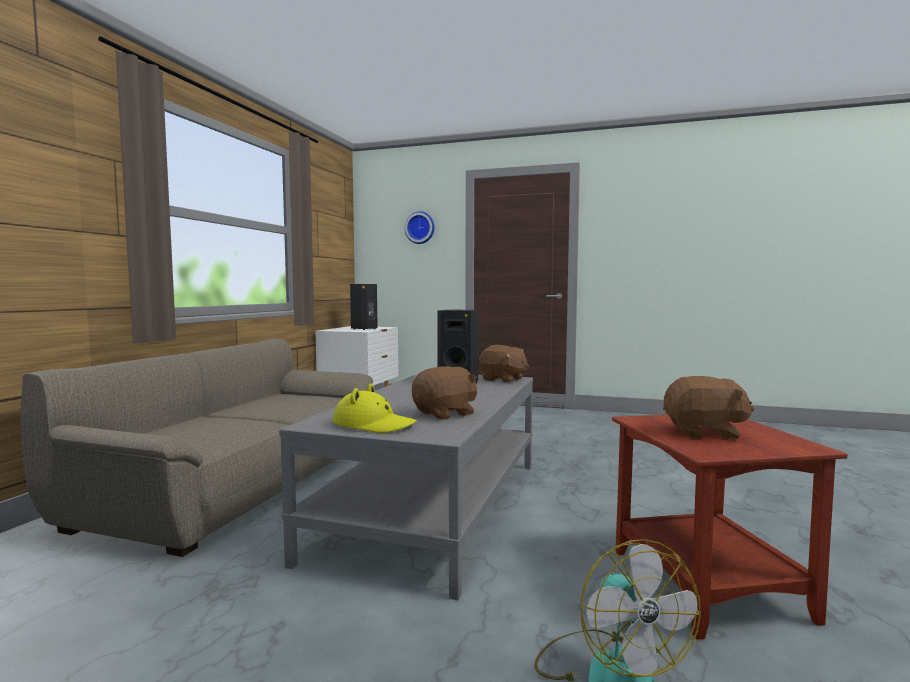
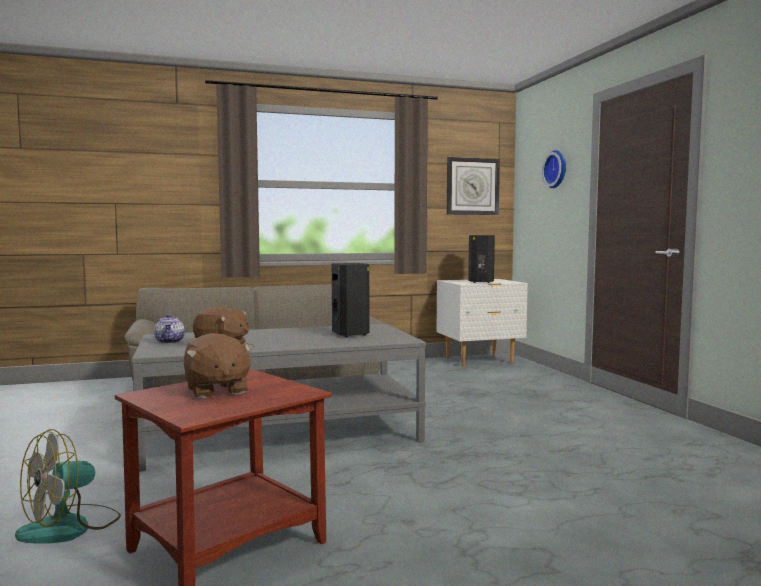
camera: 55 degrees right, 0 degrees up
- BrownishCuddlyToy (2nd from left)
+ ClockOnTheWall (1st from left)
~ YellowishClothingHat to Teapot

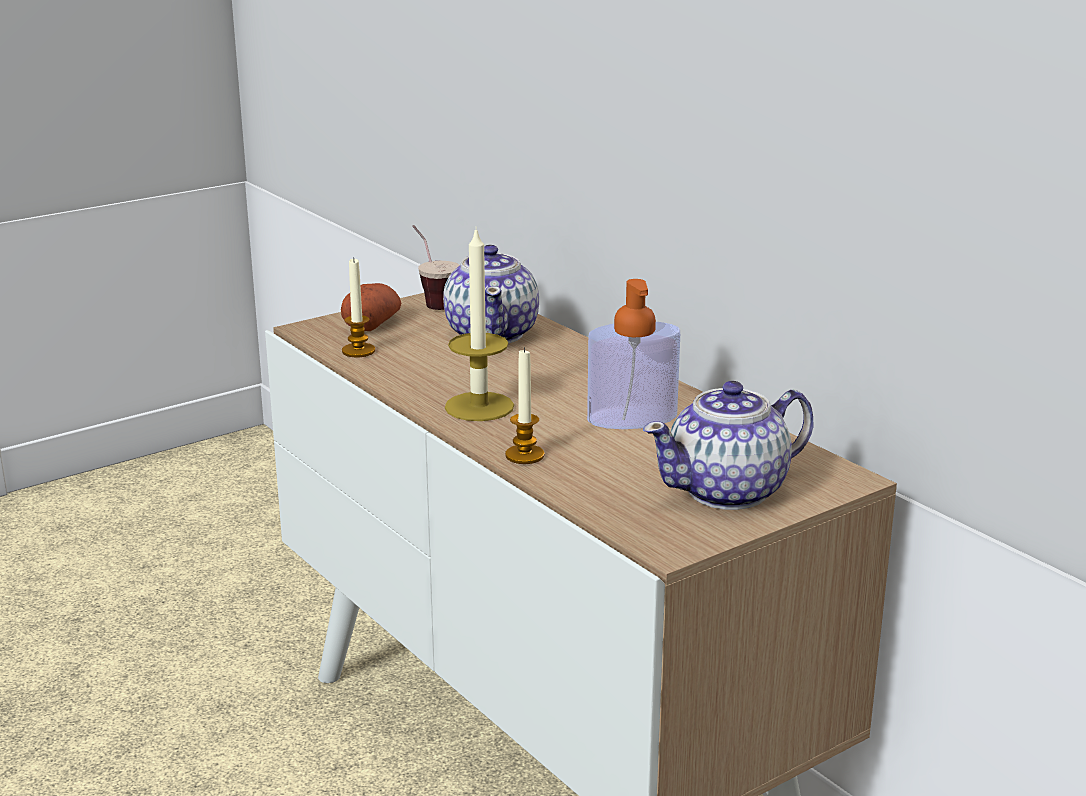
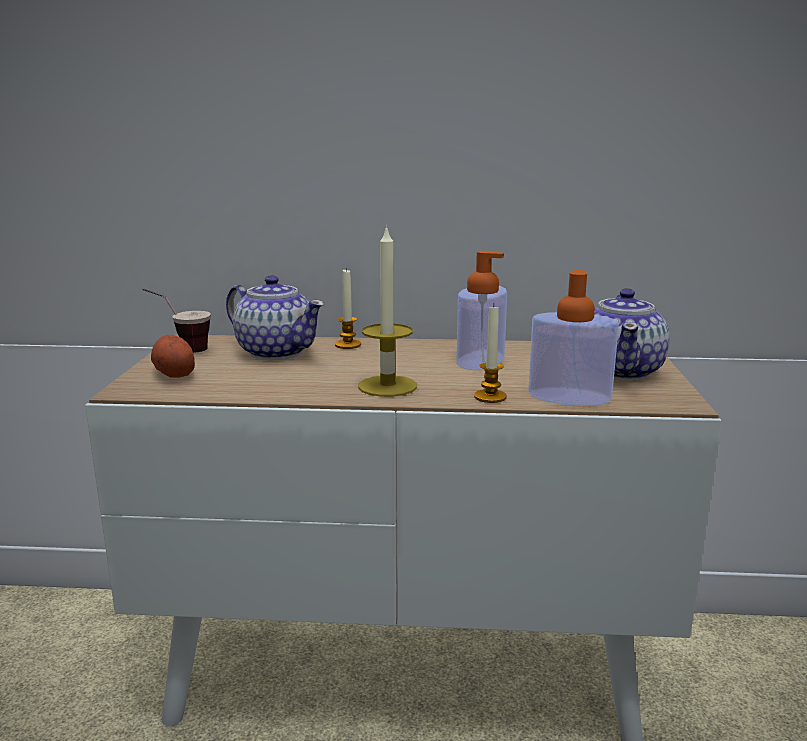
camera: 50 degrees left, 5 degrees down
+ SoapBottle (2nd from left)
~ WaxLight (1st from left)

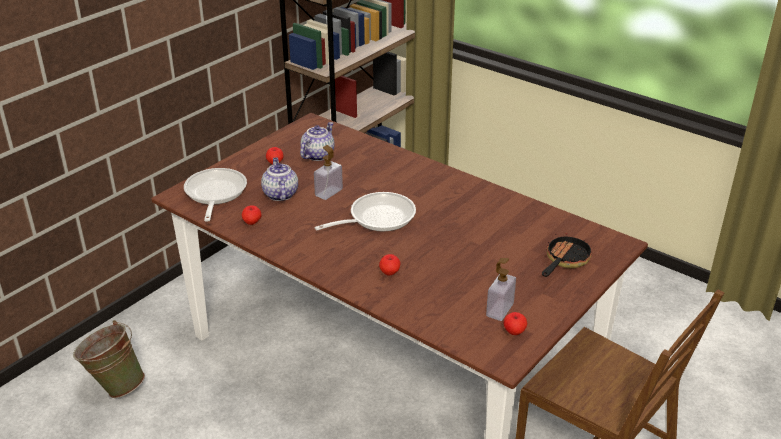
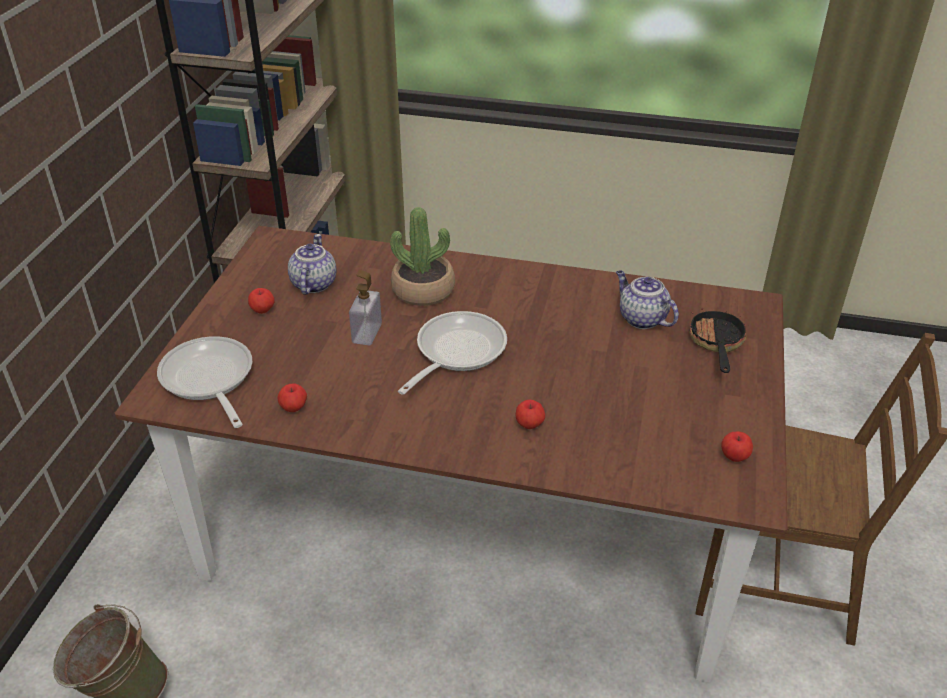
camera: 25 degrees left, 5 degrees up
- SoapBottle (2nd from left)
+ PlantInAPot
~ Teapot (1st from left in the first image) to Teapot (2nd from left)

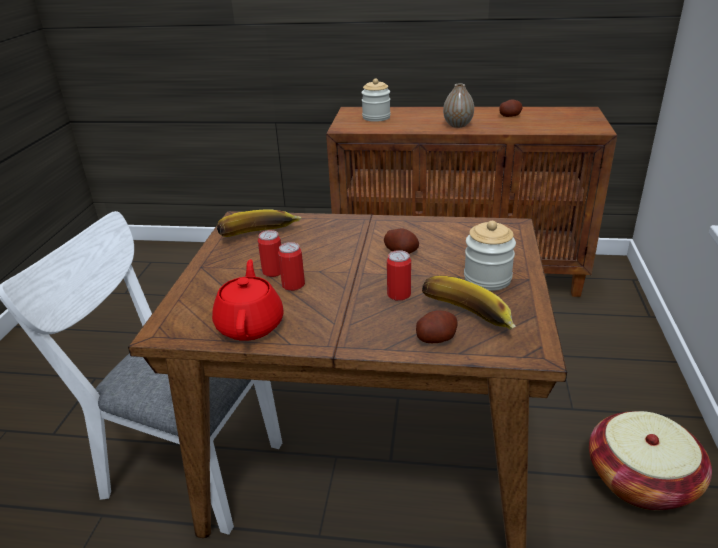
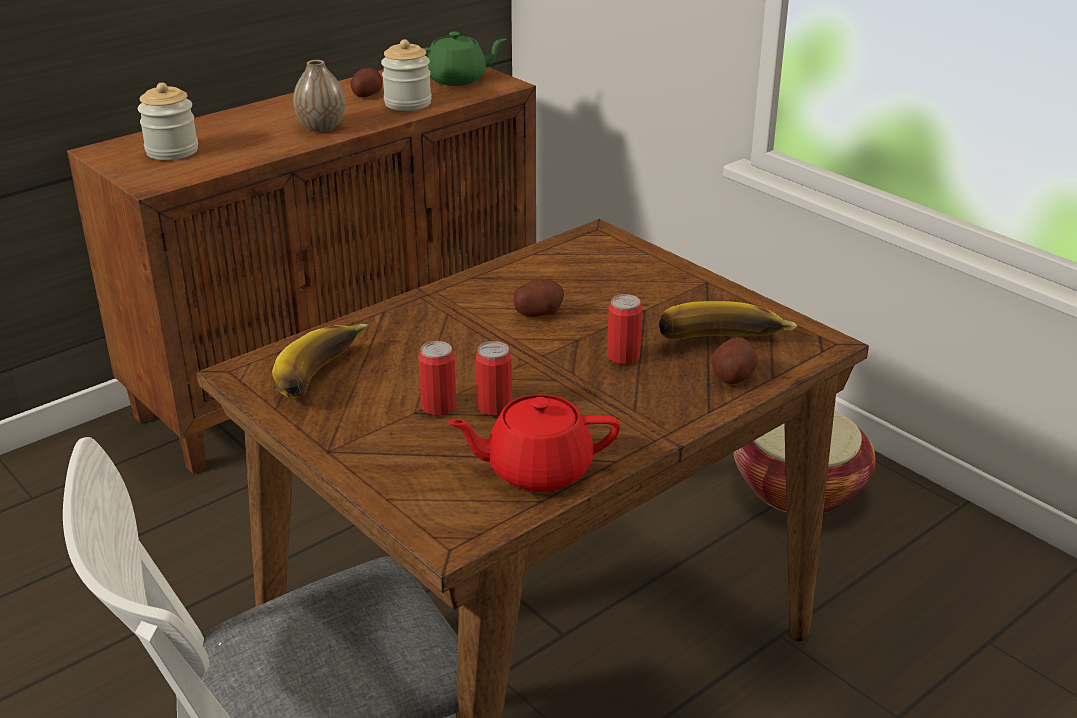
camera: 50 degrees left, 0 degrees up
+ GreenishTeapot
~ StorageJar (2nd from left)
~ RedColouredTeapot 45 degrees counterclockwise

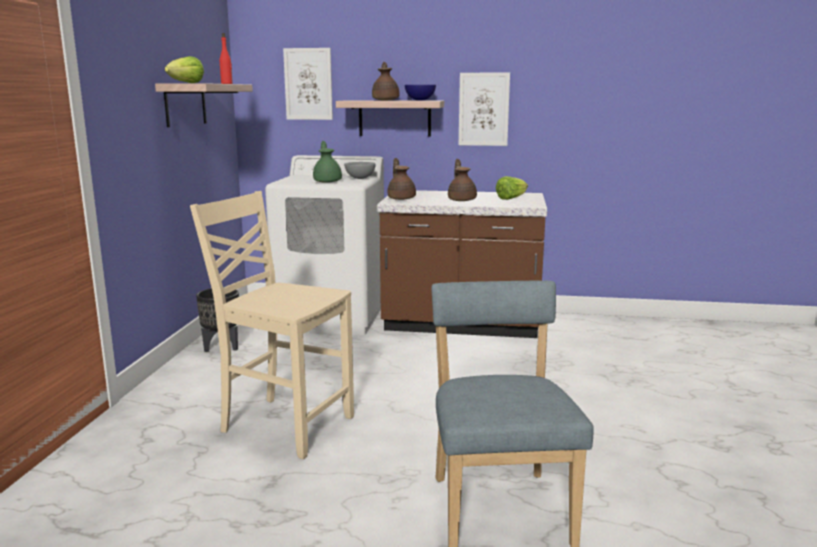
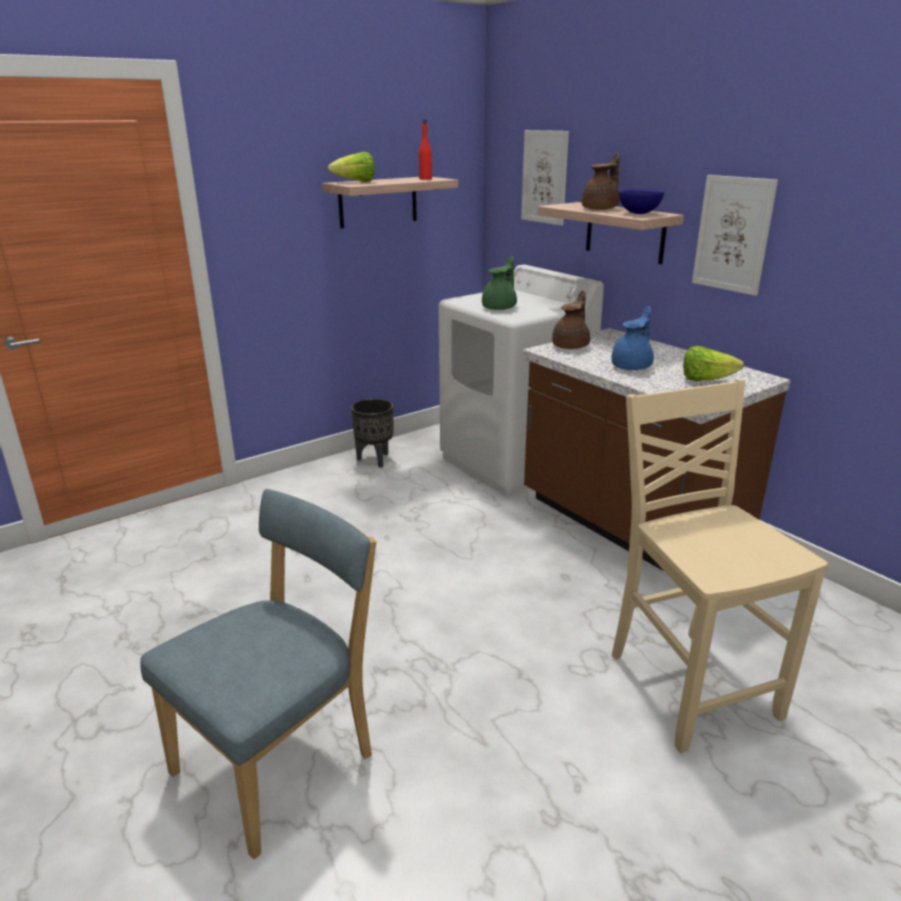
camera: 45 degrees right, 10 degrees up
- GrayDeepDish
~ BeigePlainChair
~ BrownishTeapot (3rd from left) to BlueColouredTeapot

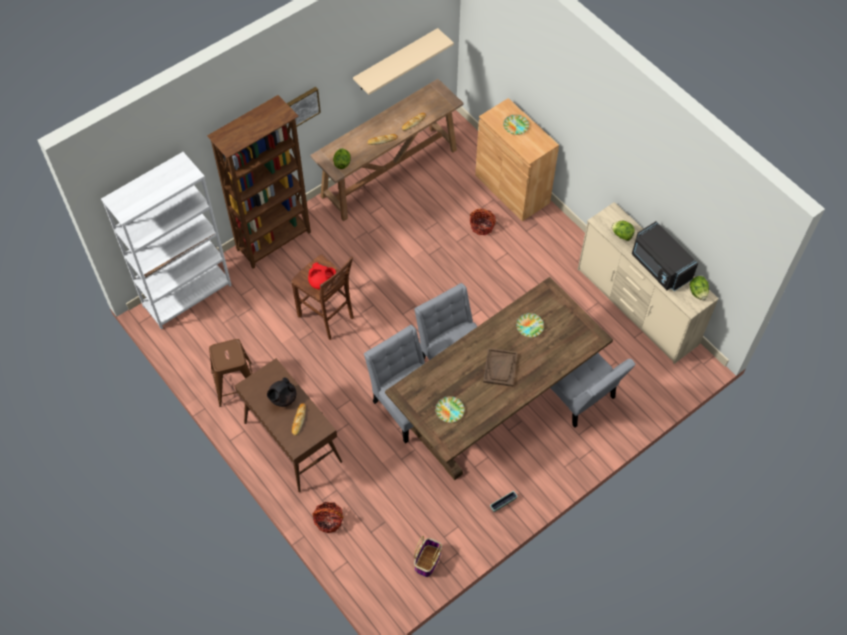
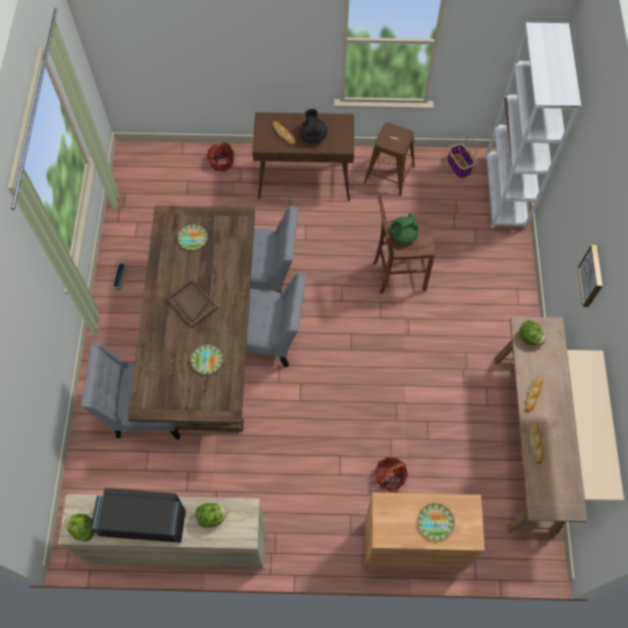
camera: 130 degrees right, 5 degrees up
- BrownishBookshelf
~ StorageBasket (2nd from left in the first image) to StorageBasket (3rd from left)
~ RedColouredTeapot to GreenishTeapot

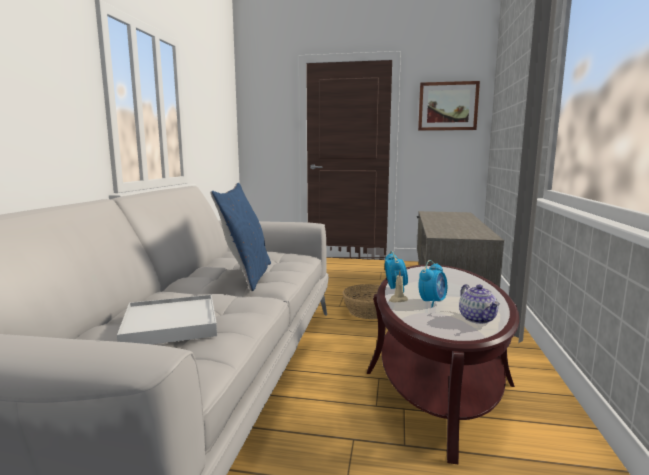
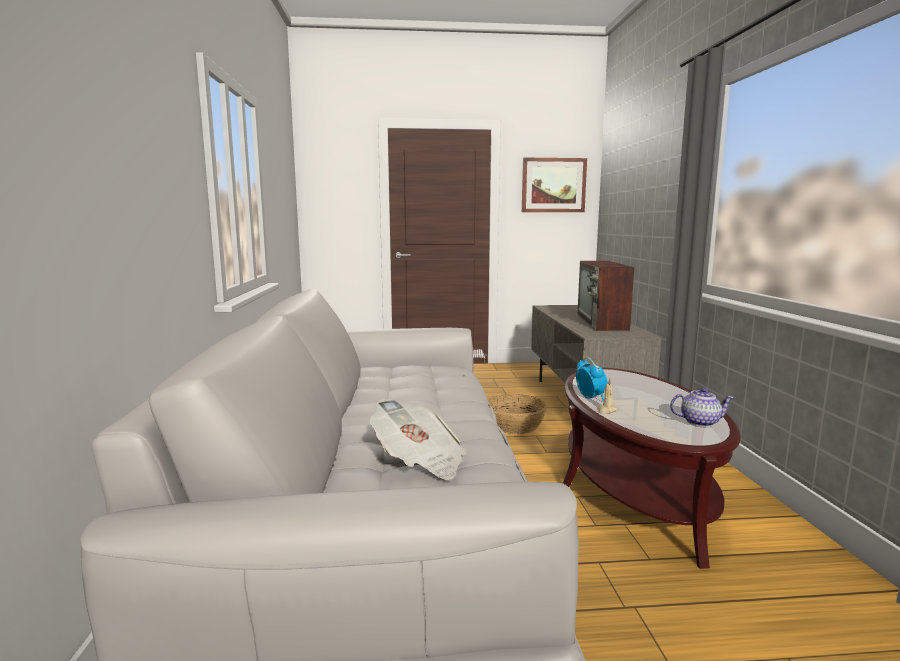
camera: 15 degrees left, 0 degrees up
- BlueColouredCushion
- BedsideClock (2nd from left)
+ Television
~ WhiteCarryingTray to Newspaper
~ Teapot 60 degrees counterclockwise

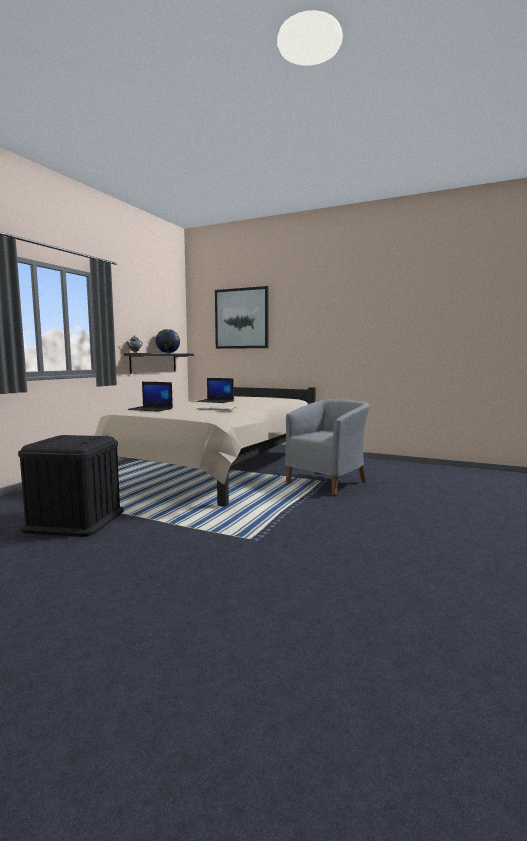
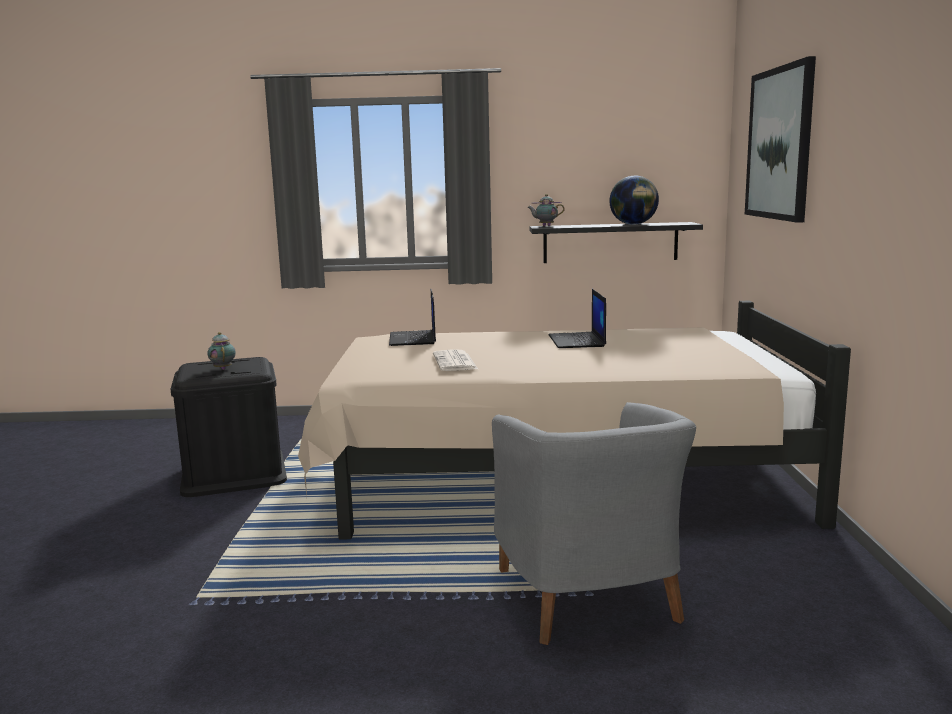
camera: 65 degrees right, 5 degrees up
+ Teapot (1st from left)
~ GrayArmchair 60 degrees clockwise

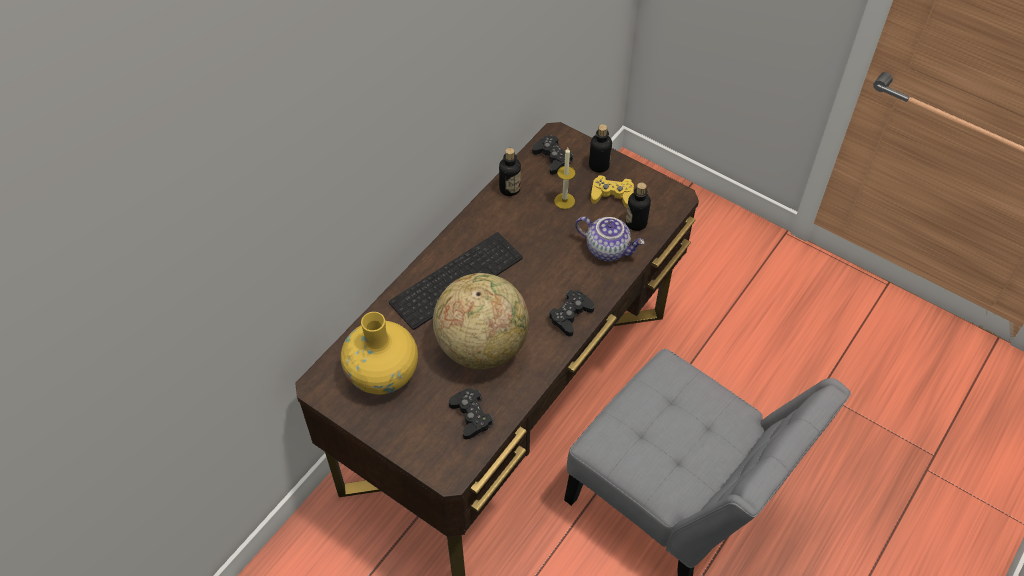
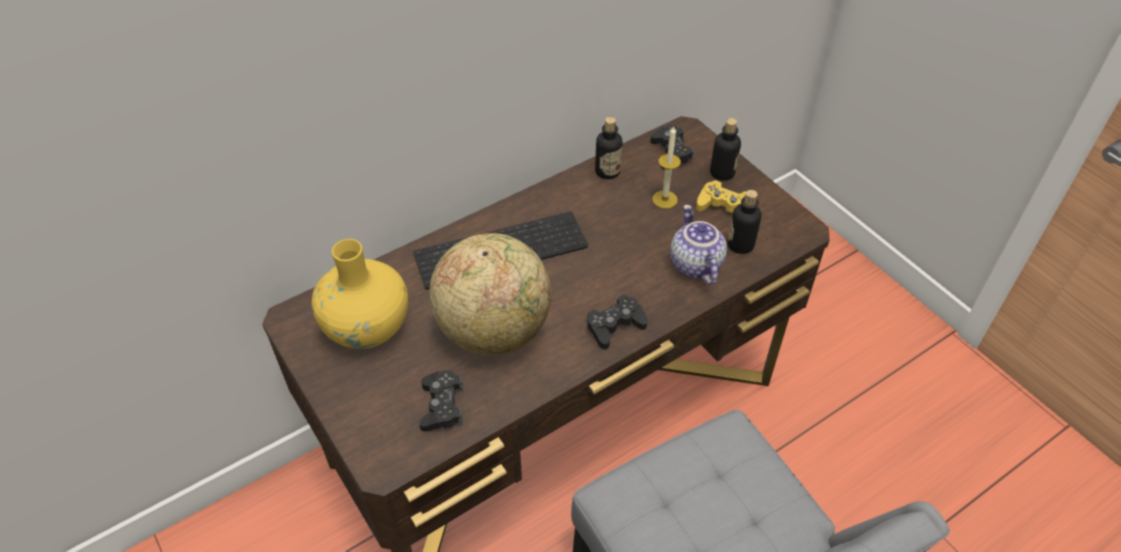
camera: 20 degrees right, 5 degrees down
~ Teapot 150 degrees counterclockwise

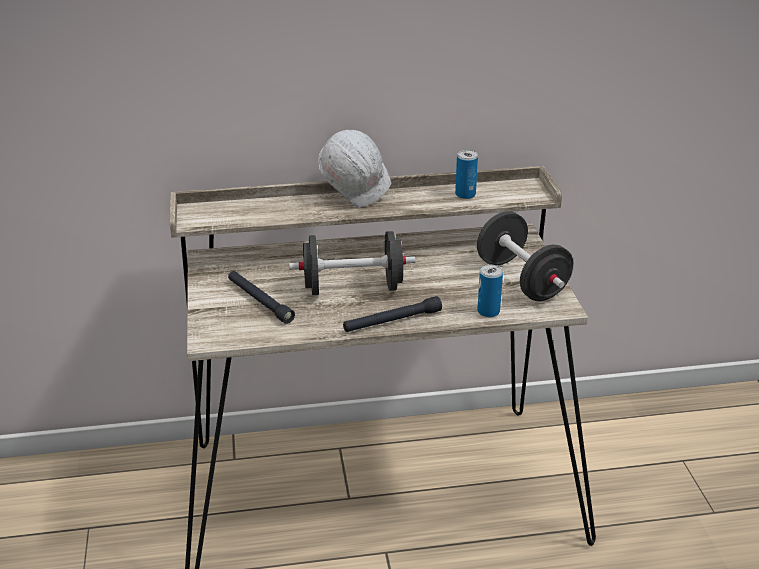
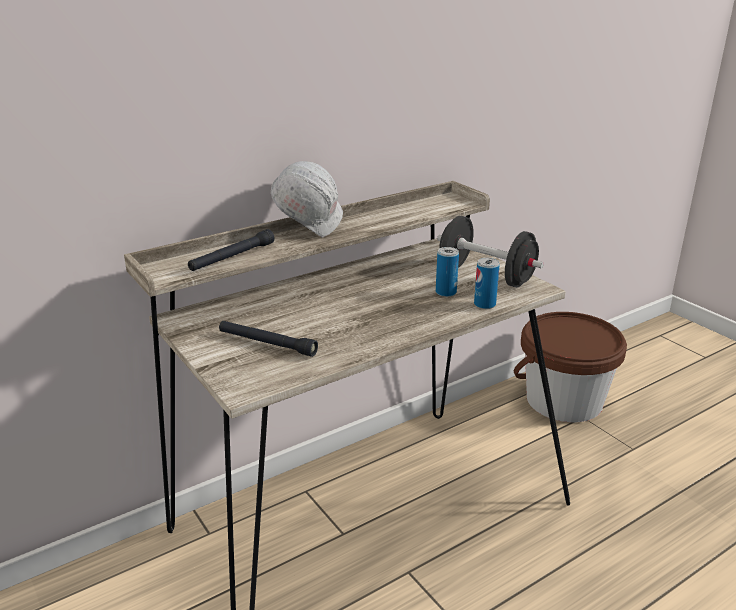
camera: 25 degrees left, 5 degrees down
- BlackColouredDumbbell (1st from left)
+ BrownishBucket
~ BlackColouredTorch (2nd from left in the first image) to BlackColouredTorch (1st from left)
~ Can (1st from left)

